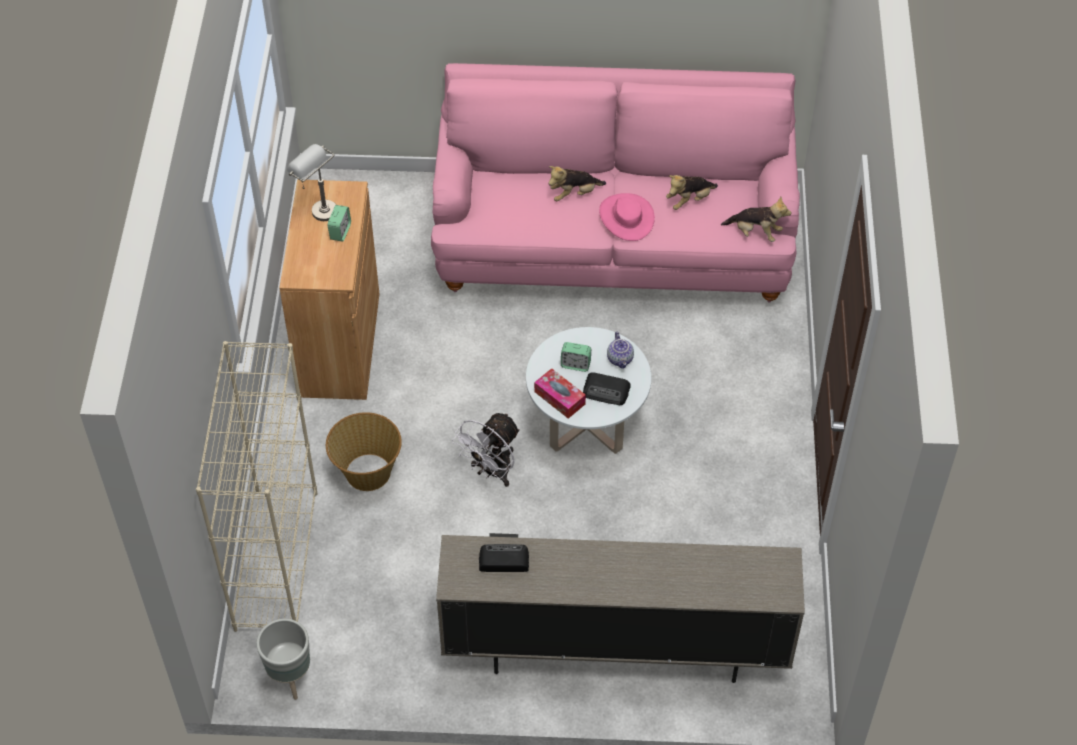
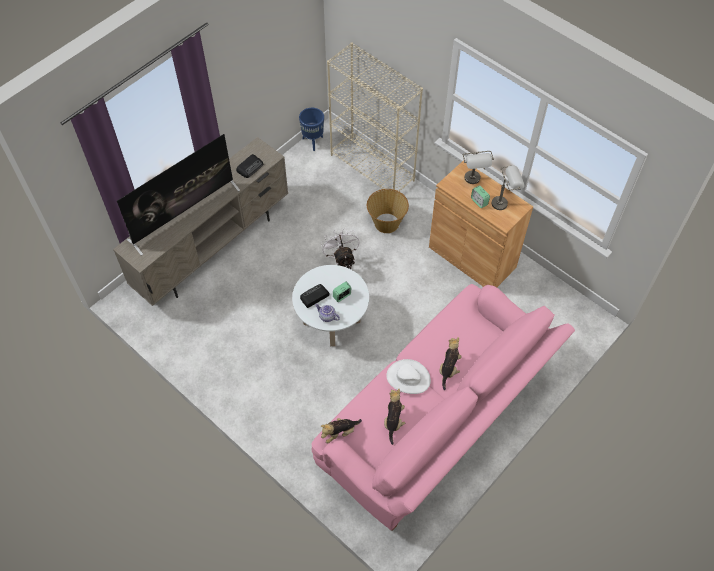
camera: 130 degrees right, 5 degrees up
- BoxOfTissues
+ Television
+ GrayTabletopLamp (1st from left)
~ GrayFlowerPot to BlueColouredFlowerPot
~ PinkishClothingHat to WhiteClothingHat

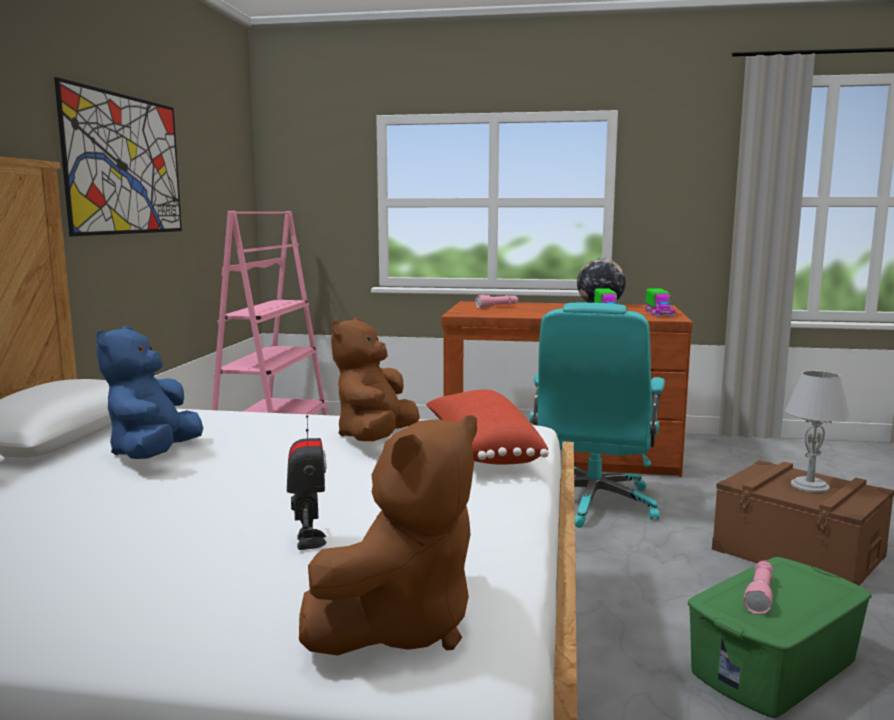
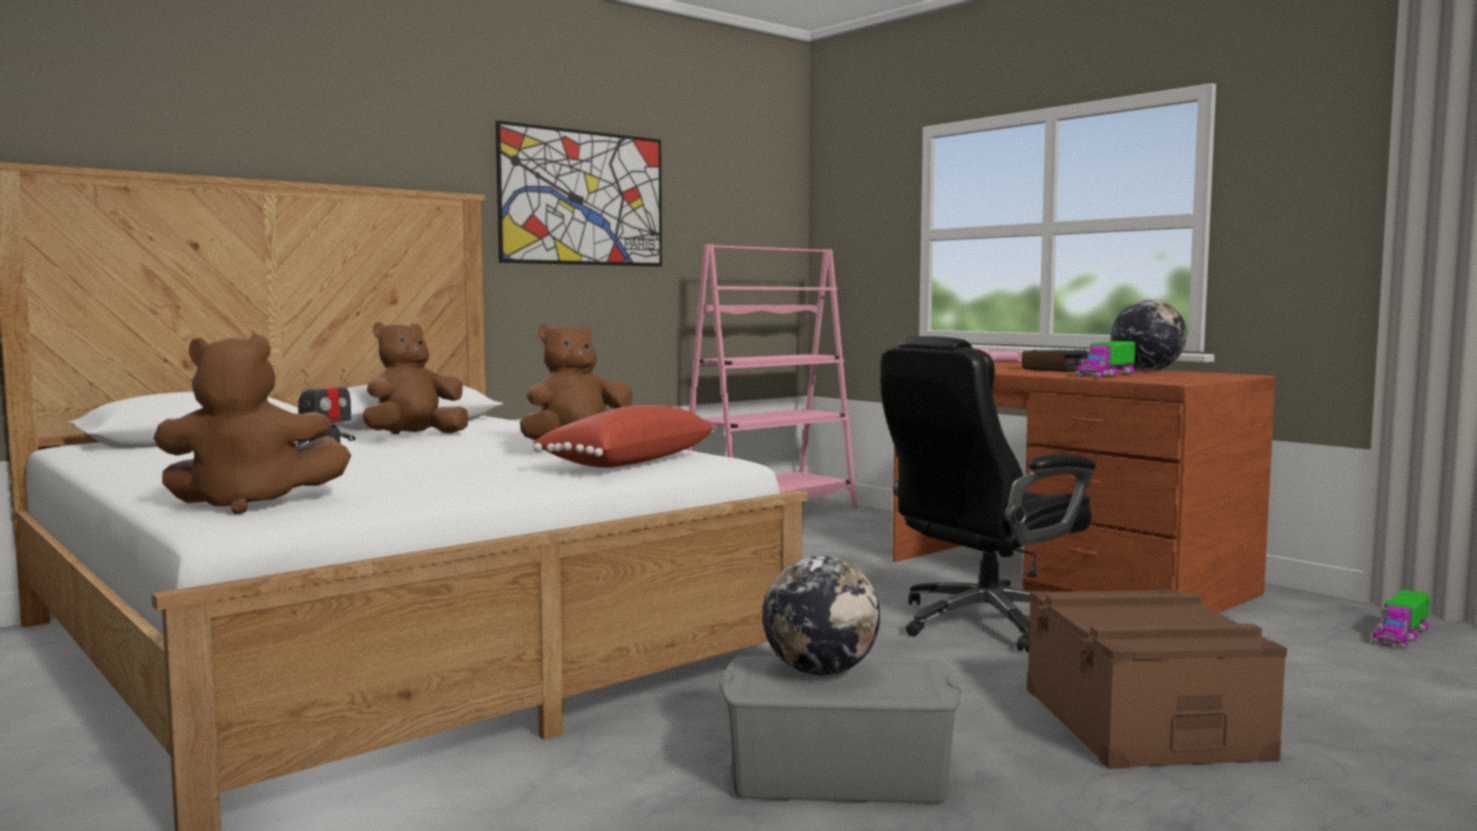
camera: 40 degrees right, 5 degrees down
- GrayTabletopLamp
+ BedsideClock
~ ModelTruck (2nd from left)
~ PinkishTorch (2nd from left) to DeskGlobe (1st from left)
~ BlueColouredCuddlyToy to BrownishCuddlyToy (2nd from left)
~ TurquoiseColouredDeskChair to BlackColouredDeskChair
~ GreenishStorageBin to GrayStorageBin

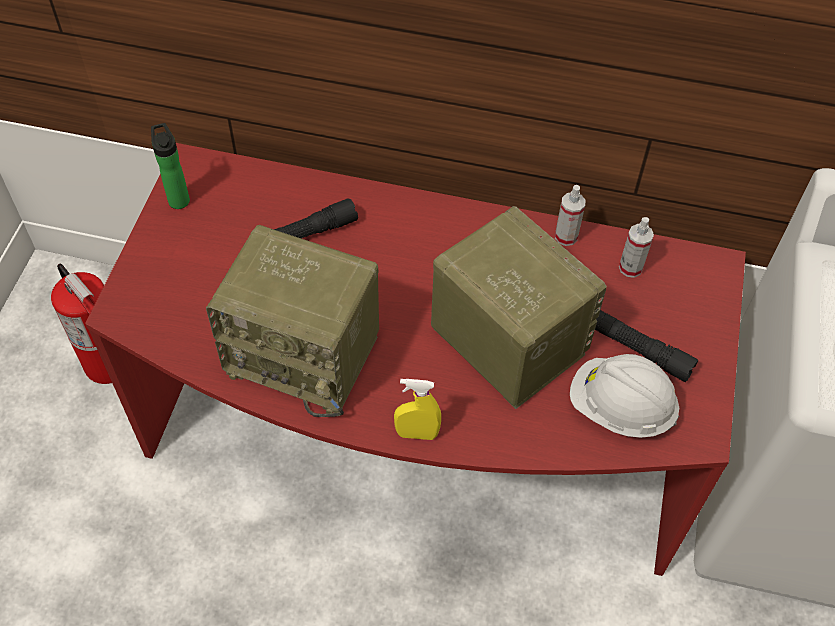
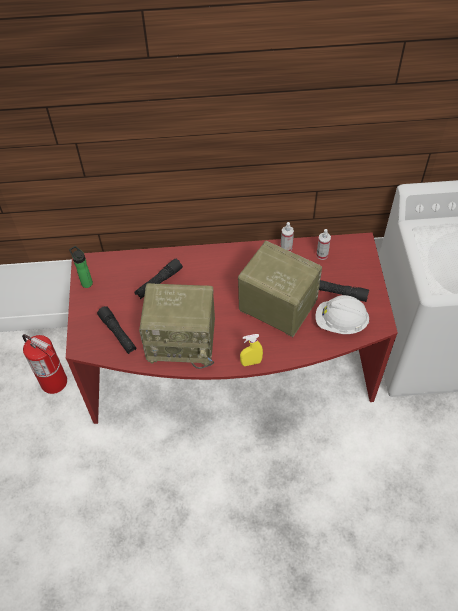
camera: 15 degrees left, 0 degrees up
+ BlackColouredTorch (1st from left)

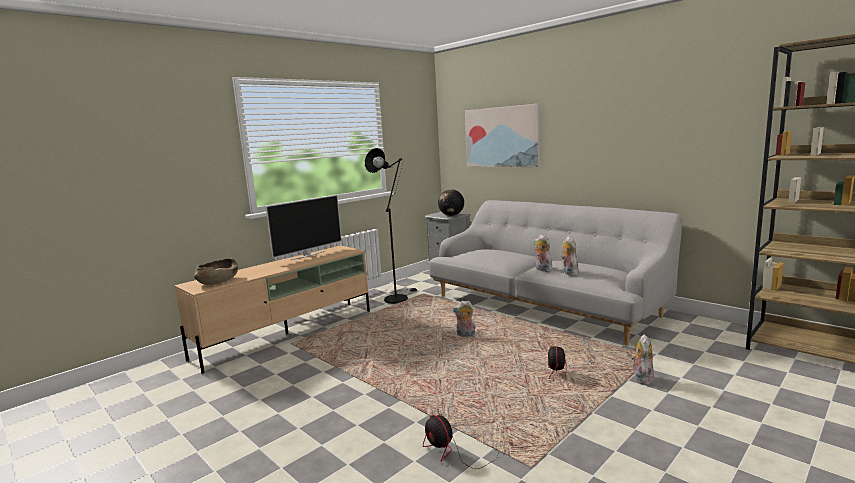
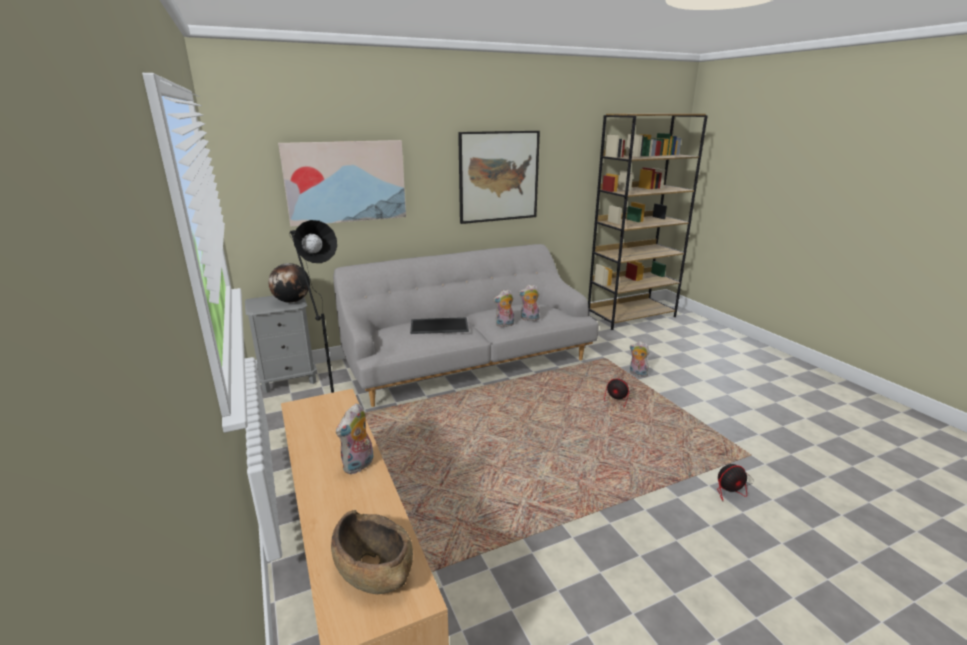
camera: 70 degrees left, 10 degrees up
- Television
+ CarryingTray
+ Picture (2nd from left)
~ CuddlyToy (1st from left)

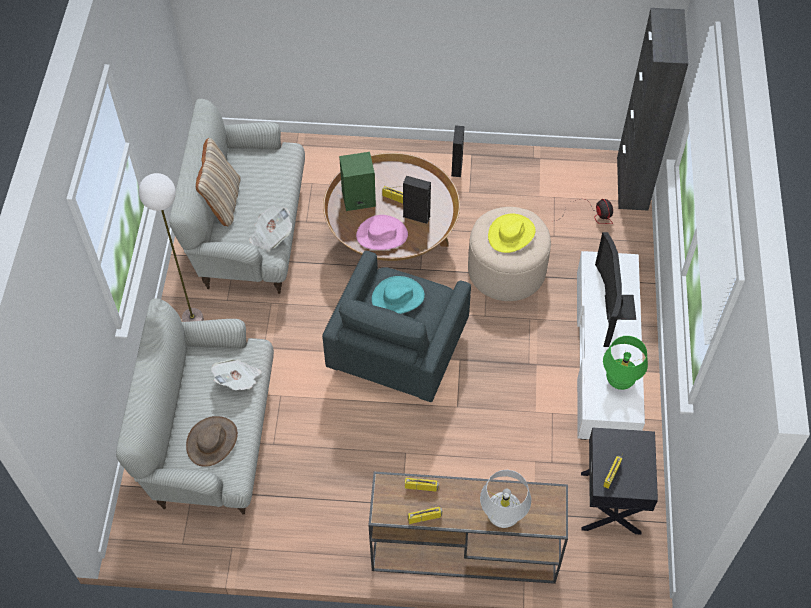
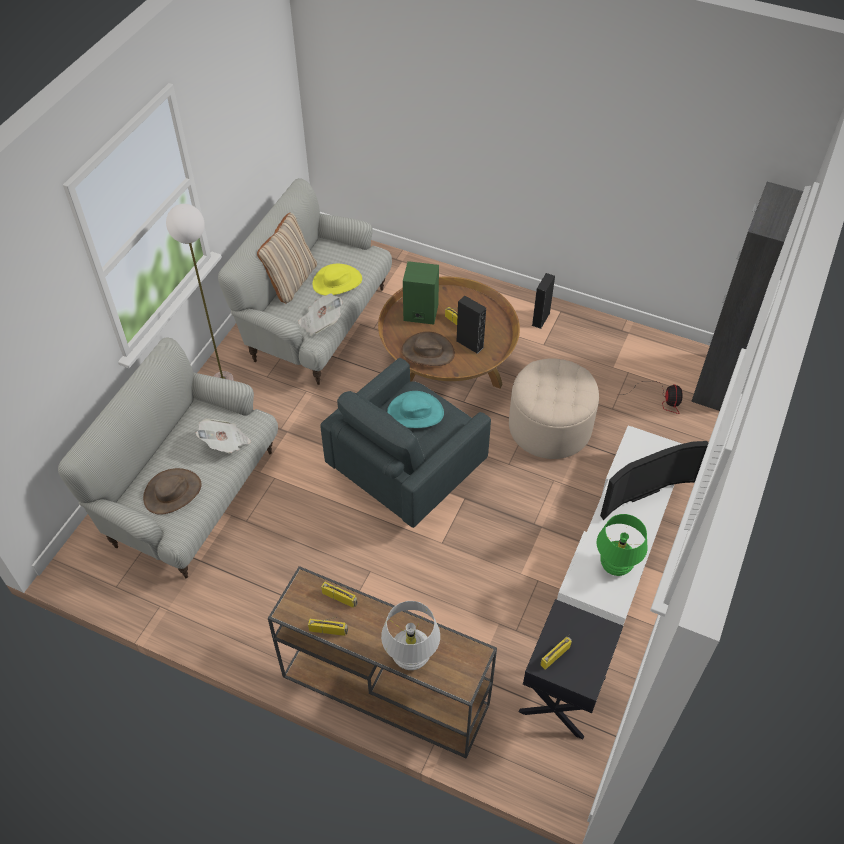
camera: 20 degrees right, 5 degrees down
~ YellowishClothingHat
~ PinkishClothingHat to BrownishClothingHat (2nd from left)
~ Television 135 degrees counterclockwise

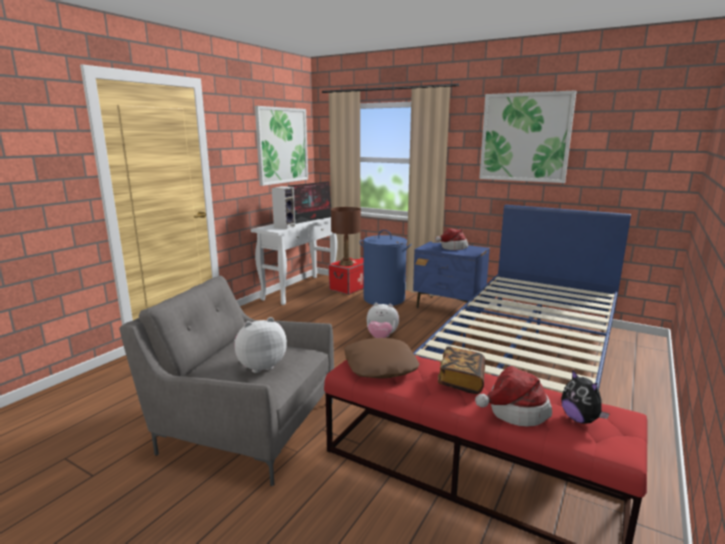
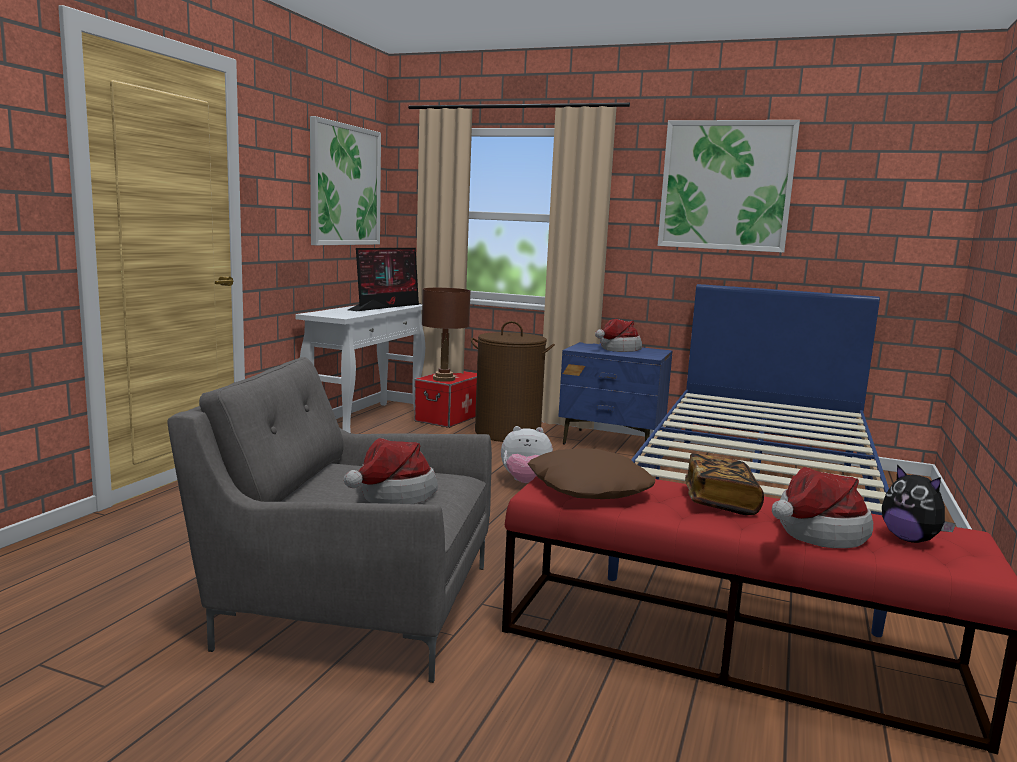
camera: 10 degrees left, 5 degrees down
- Loudspeaker
~ CuddlyToy (1st from left) to ClothingHat (1st from left)
~ BlueColouredWashingBasket to BrownishWashingBasket

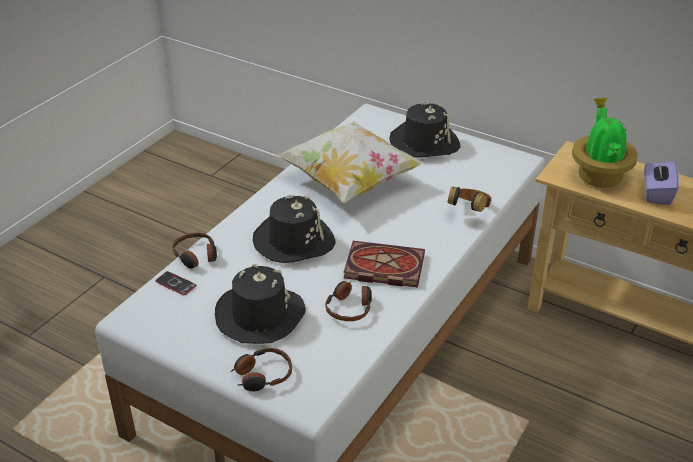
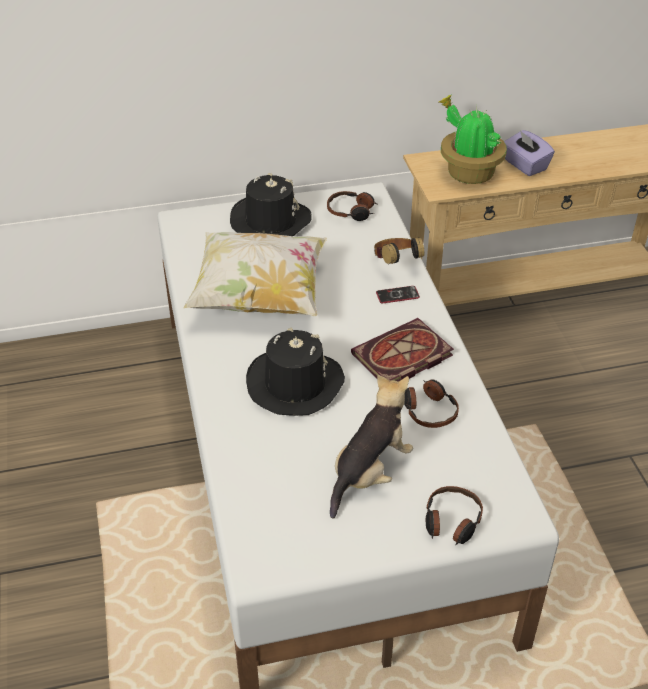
camera: 45 degrees left, 5 degrees up
~ Telephone
~ PairOfHeadphones (1st from left)
~ BlackColouredClothingHat (1st from left) to CuddlyToy

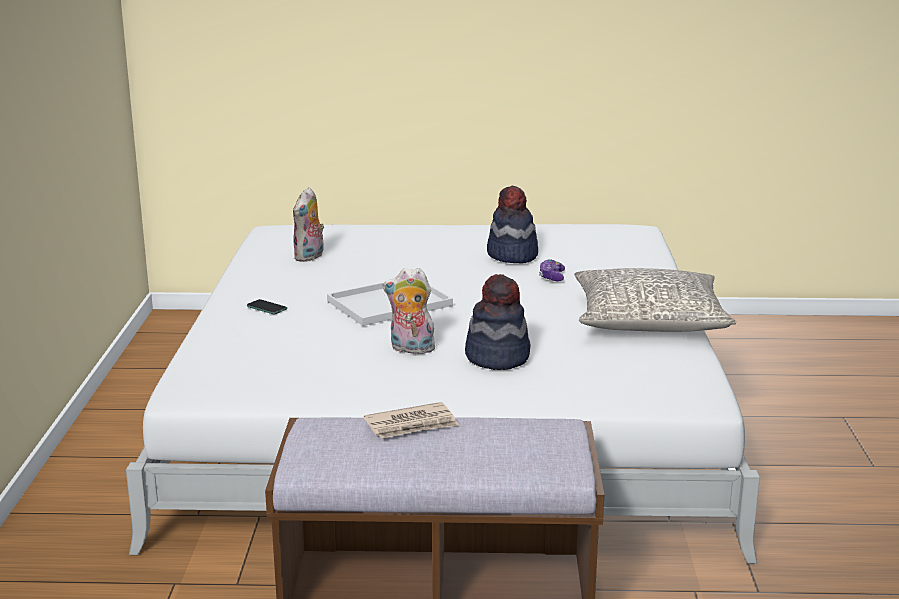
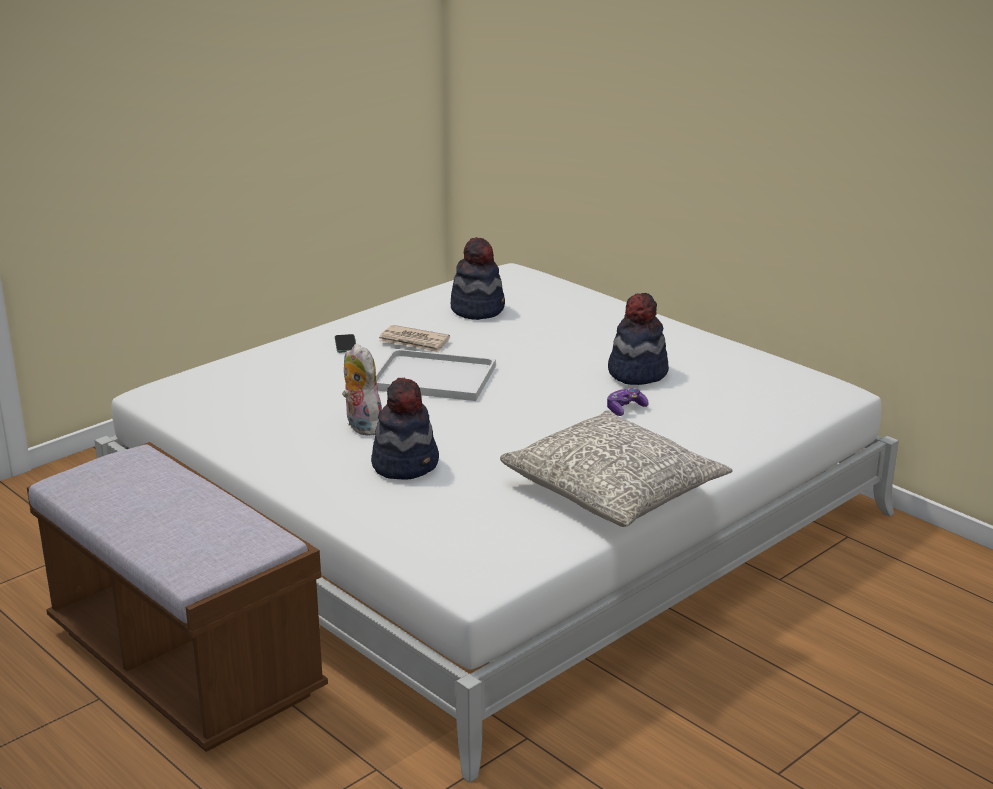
camera: 45 degrees right, 5 degrees up
~ Newspaper
~ CuddlyToy (1st from left) to ClothingHat (2nd from left)

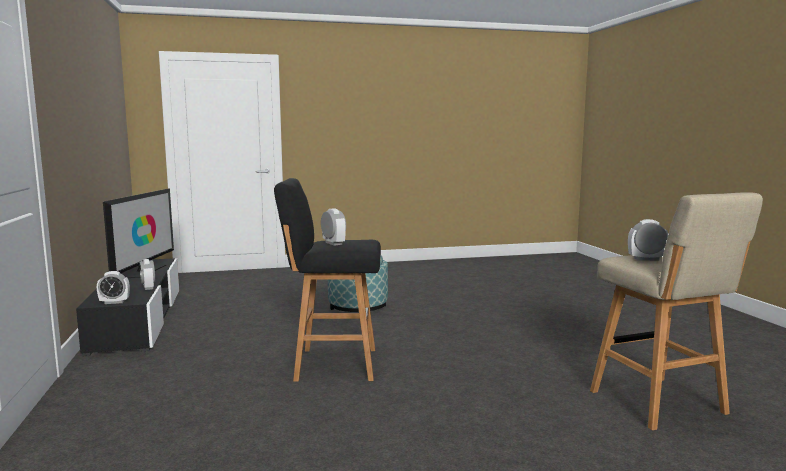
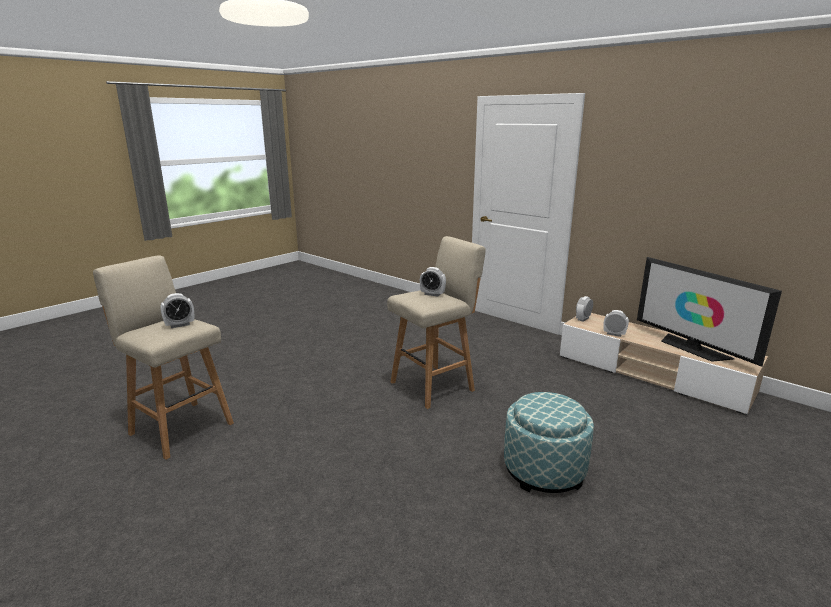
camera: 145 degrees right, 10 degrees up
~ BlackColouredTvStand to BeigeTvStand
~ BlackColouredSittingStool to BeigeSittingStool (2nd from left)

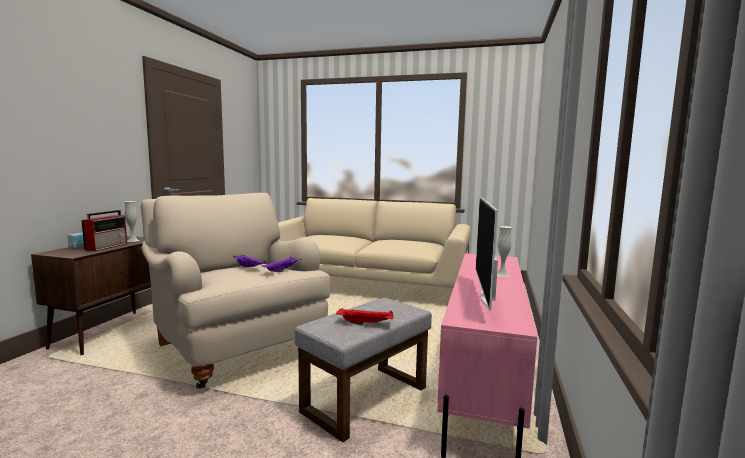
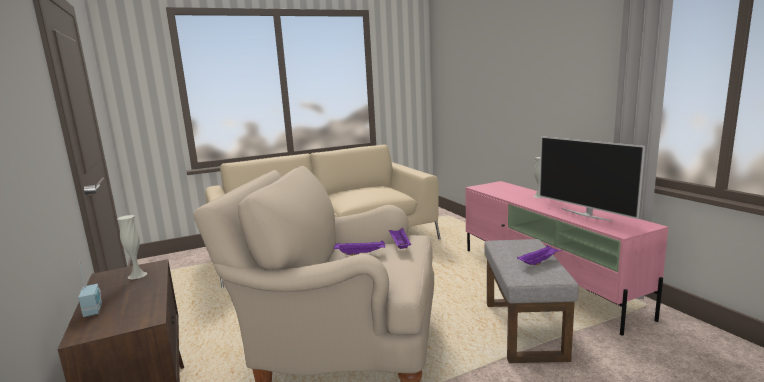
camera: 40 degrees left, 5 degrees up
- RadioReceiver (2nd from left)
~ RedColouredCarryingTray to PurpleColouredCarryingTray (3rd from left)

